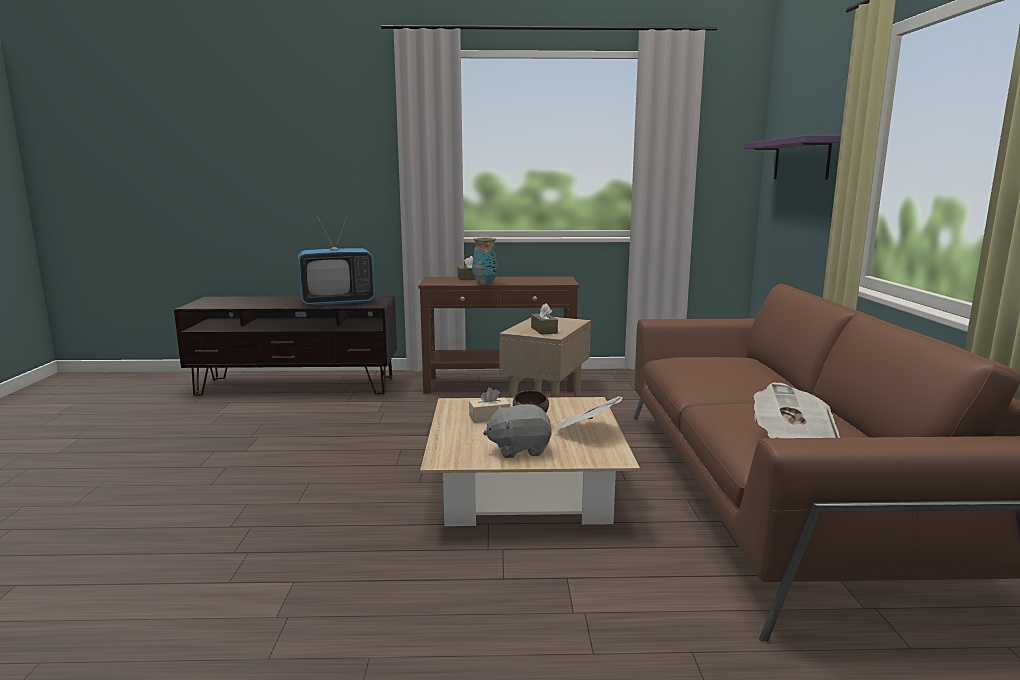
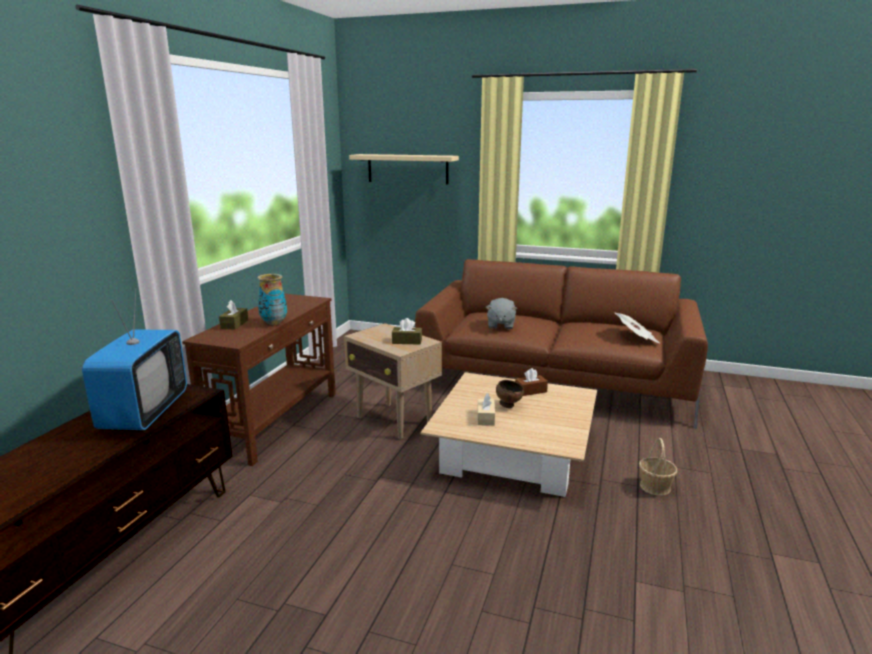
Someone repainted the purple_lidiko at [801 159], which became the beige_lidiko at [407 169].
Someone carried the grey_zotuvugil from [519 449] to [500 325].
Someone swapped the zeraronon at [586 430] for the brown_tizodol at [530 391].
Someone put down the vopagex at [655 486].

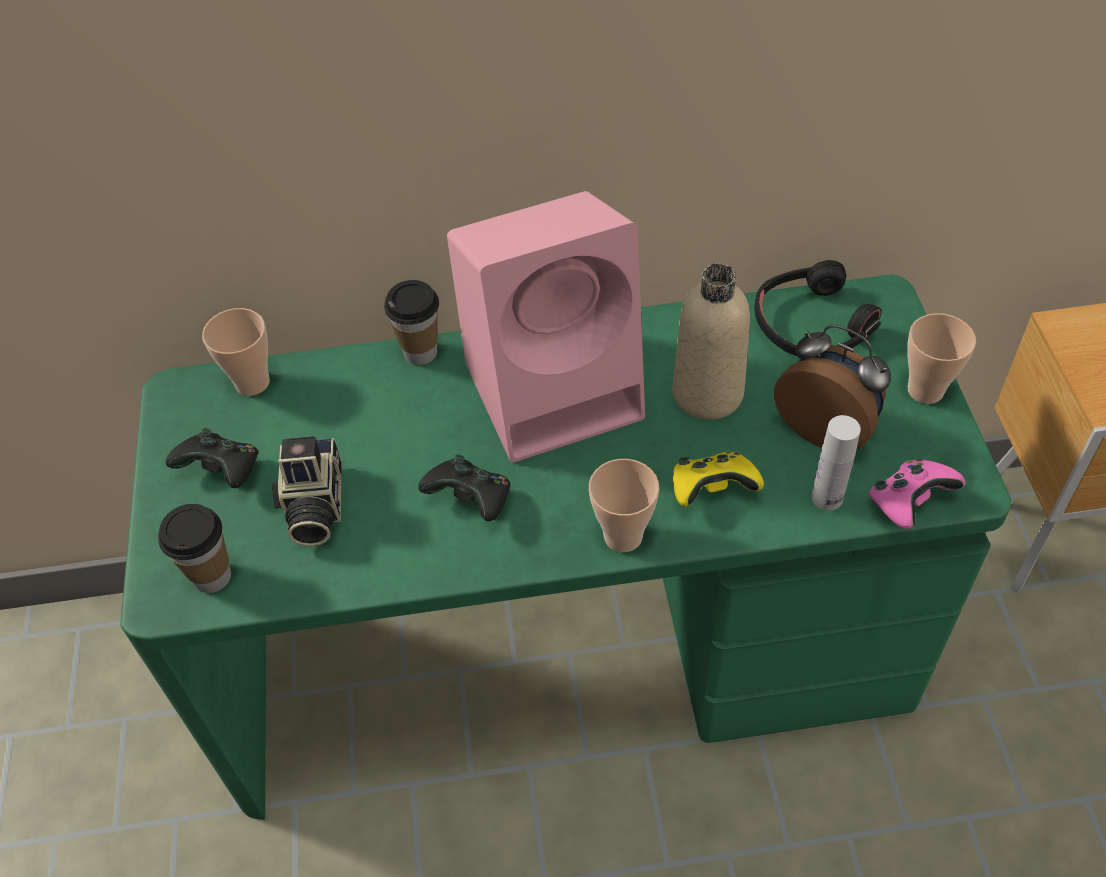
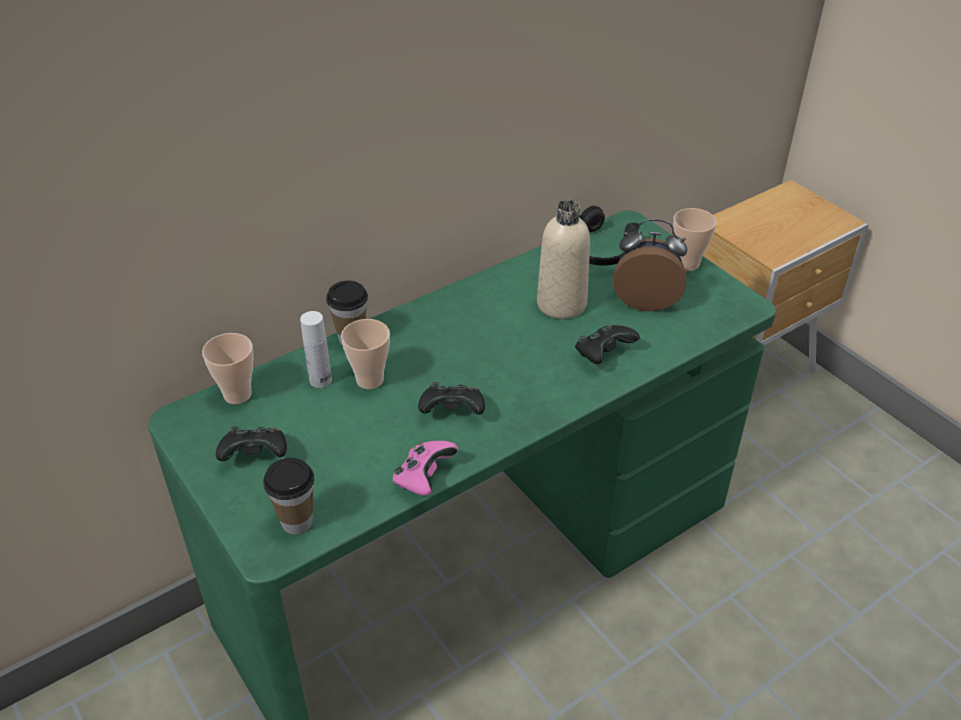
Someone carried the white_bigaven from [827 497] to [320 380].
Someone carried the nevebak from [623 536] to [370 380].
Someone carried the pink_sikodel from [908 503] to [424 478].
Someone repainted the yellow_sikodel at [712 490], which became the black_sikodel at [603 354].
Someone took away the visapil at [313 507].
Someone took away the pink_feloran at [557 388].

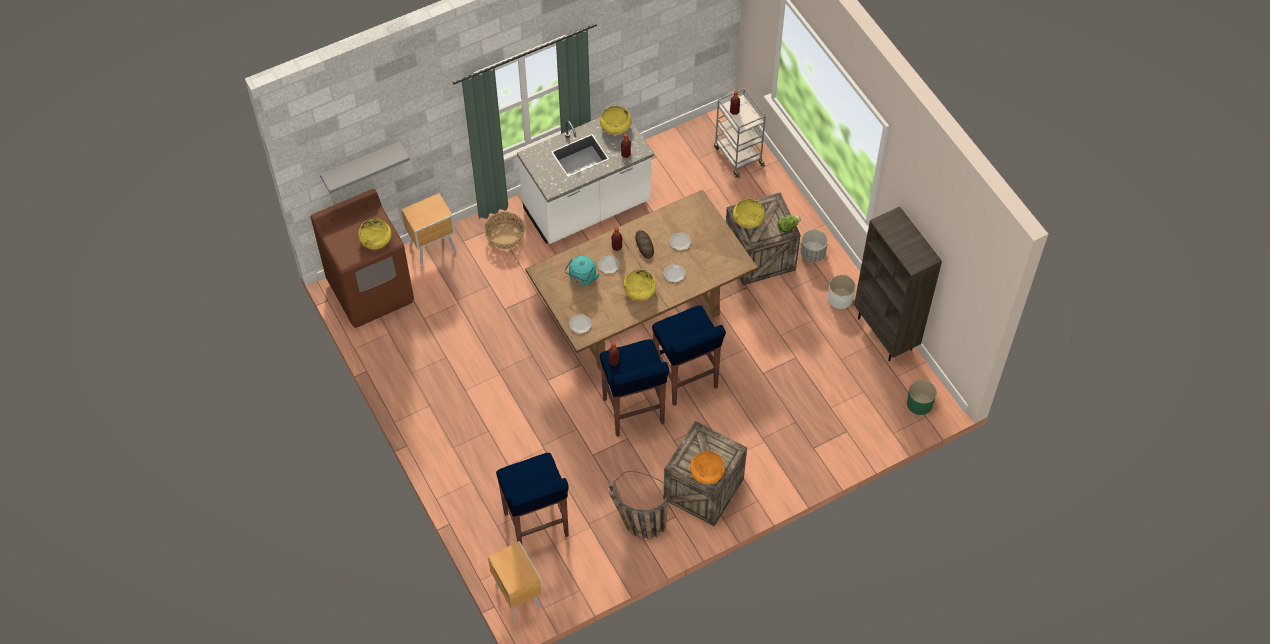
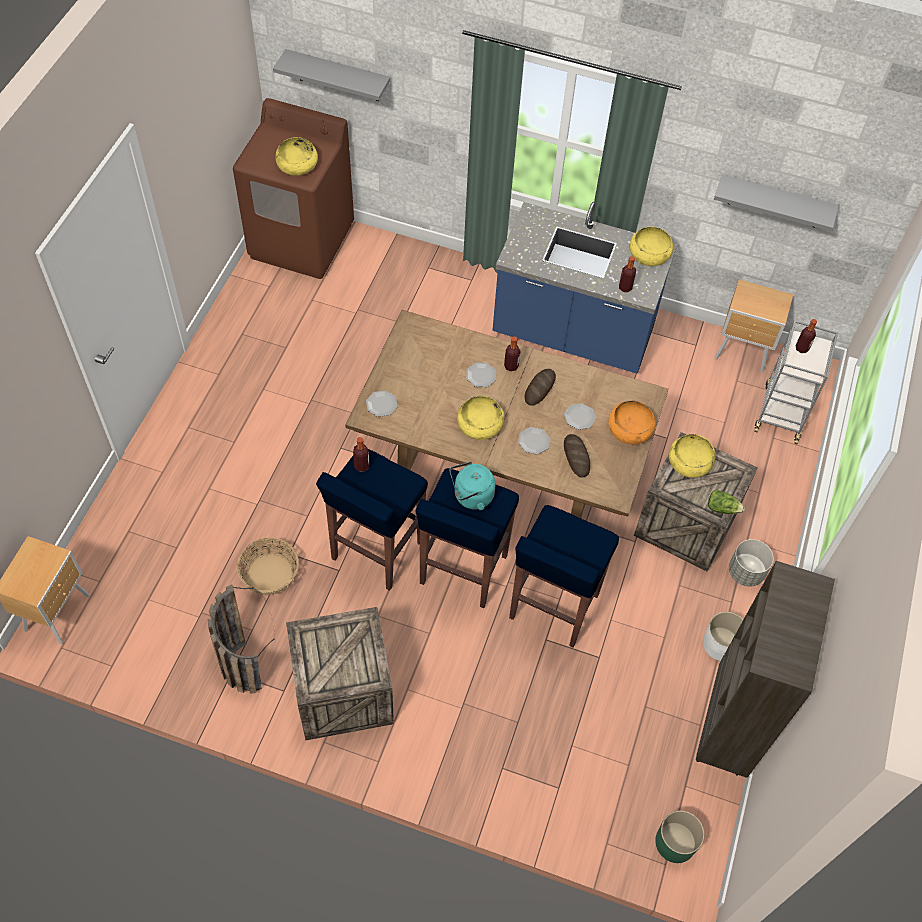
Someone carried the vopagex from [505 236] to [269 574].
Someone carried the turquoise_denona from [582 278] to [471 496].
Someone repainted the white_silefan at [587 208], which became the blue_silefan at [573 333].
Someone carried the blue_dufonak from [536 525] to [553 607].
Someone put down the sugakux at [576 457].
Someone carried the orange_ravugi from [707 471] to [630 429].
Someone put up the grey_lidiko at [775 202].
Someone carried the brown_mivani from [434 248] to [743 354].

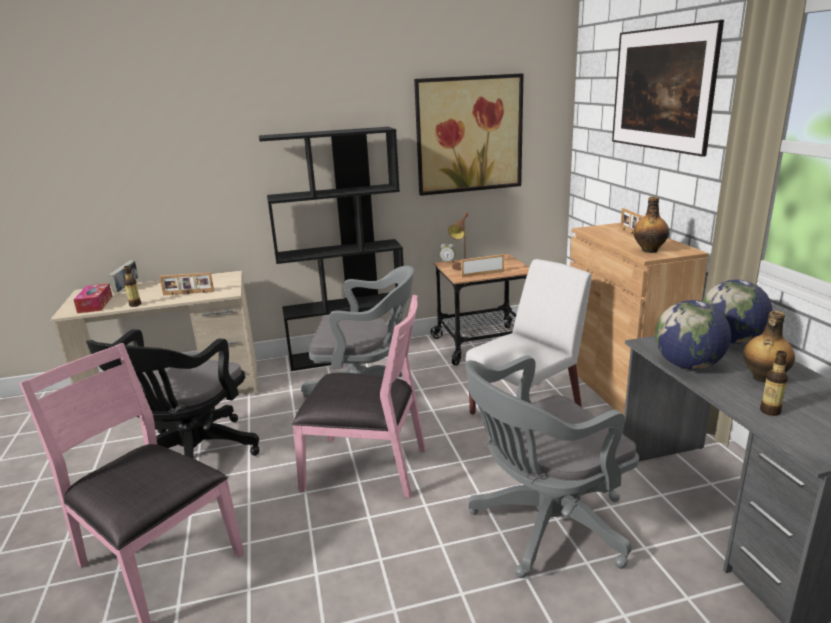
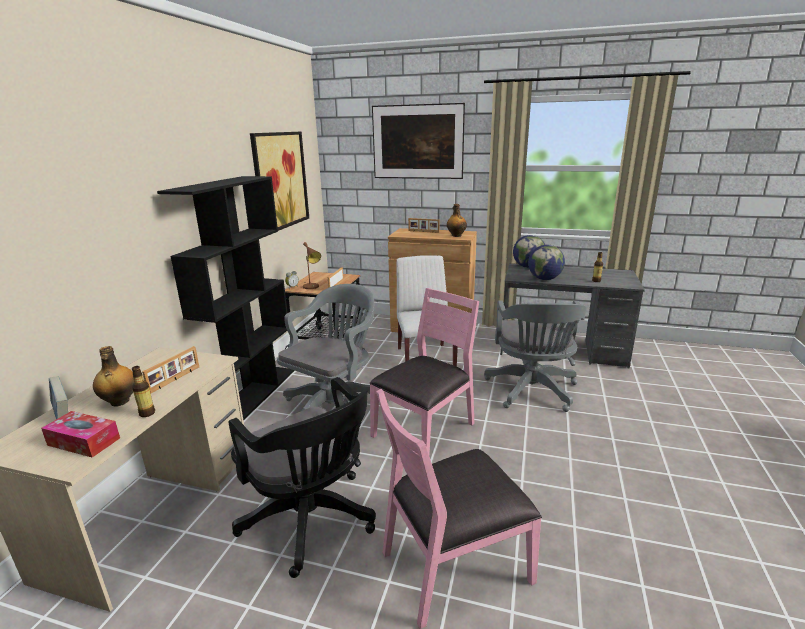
Someone carried the bigaven from [763 378] to [119 402].

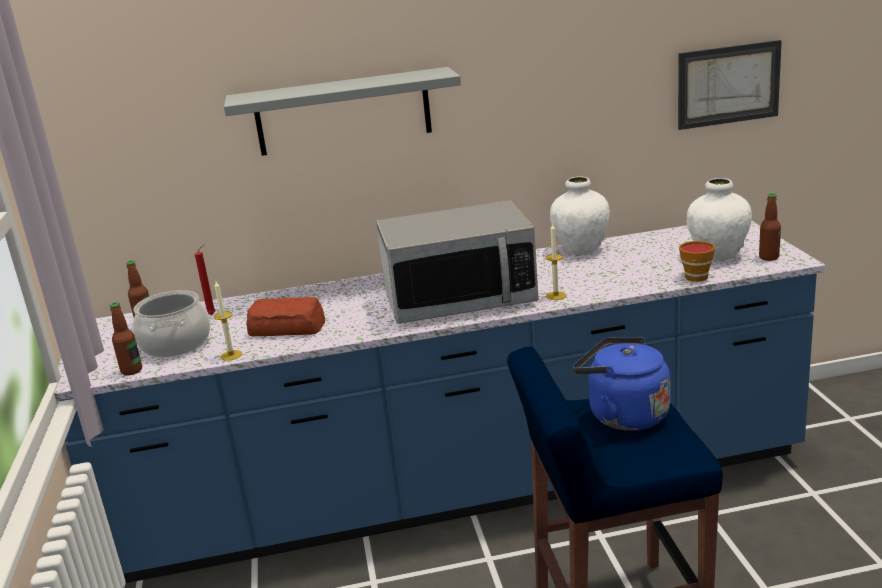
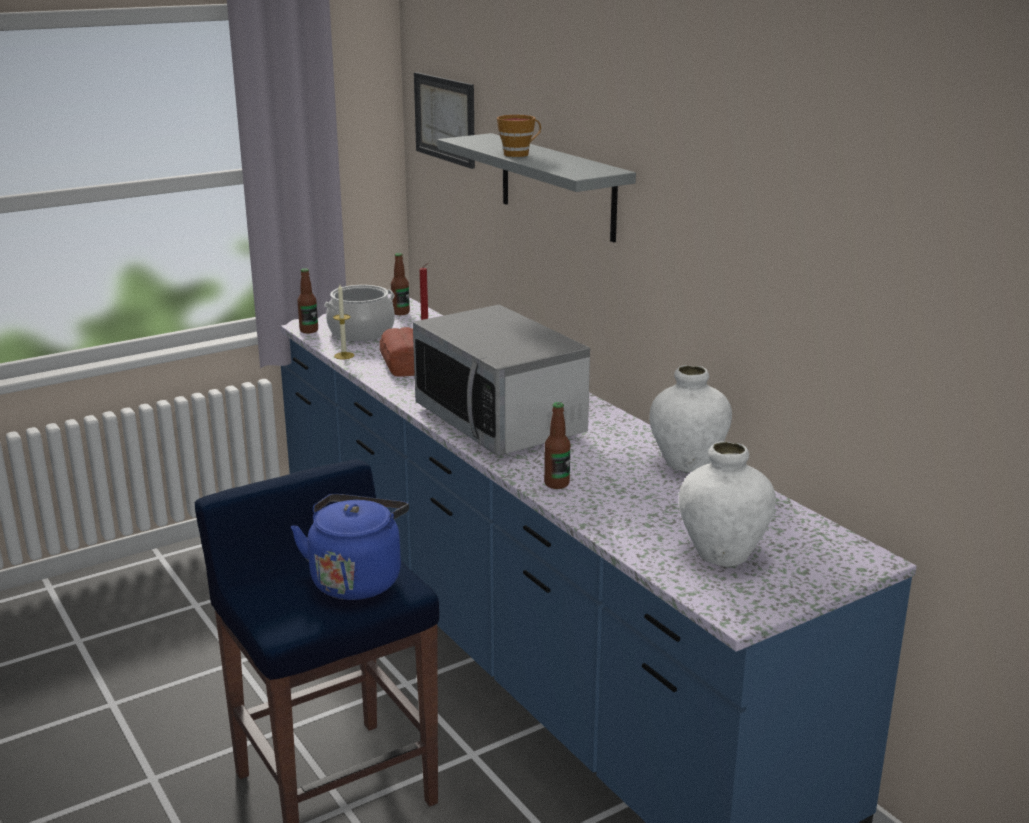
Someone carried the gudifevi from [728 84] to [445 119].
Someone carried the nevebak from [695 276] to [519 154].
Someone carried the bigaven from [769 257] to [556 484].
Someone took away the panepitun at [556 296].

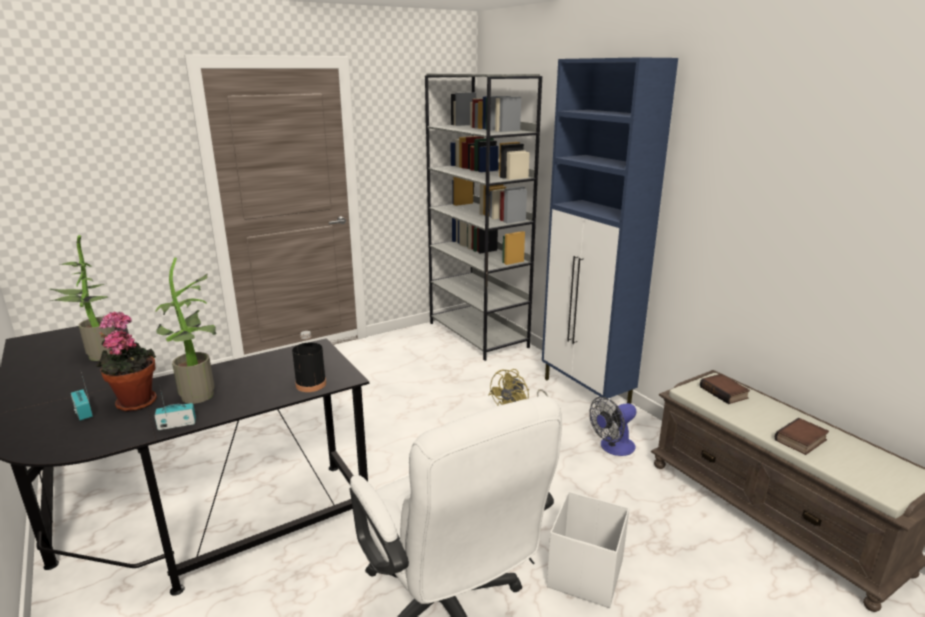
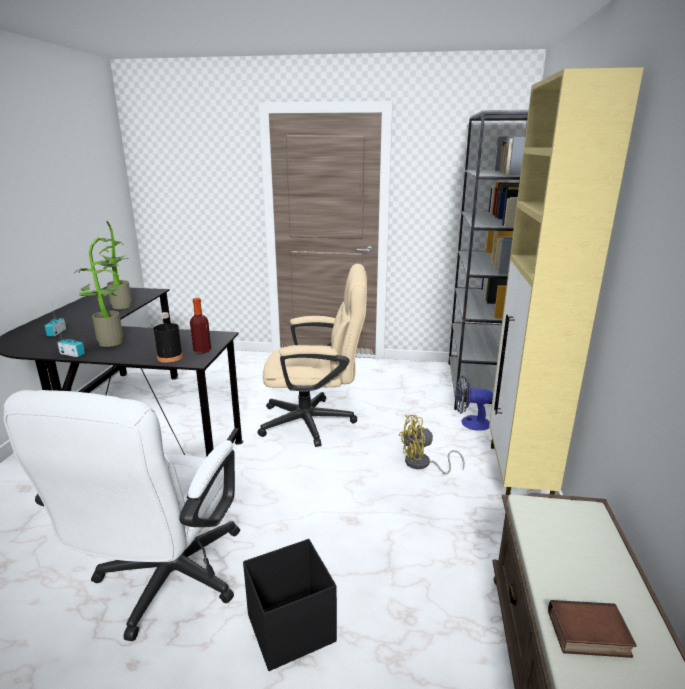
Someone put down the bigaven at [202 350].
Someone repainted the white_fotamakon at [584 575], which became the black_fotamakon at [289 629].
Someone put down the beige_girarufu at [316 422].
Someone carried the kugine from [613 448] to [470 423].
Someone repainted the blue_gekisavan at [586 393], which became the beige_gekisavan at [518 476].
Someone took away the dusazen at [134 401].
Someone took away the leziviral at [725 392].

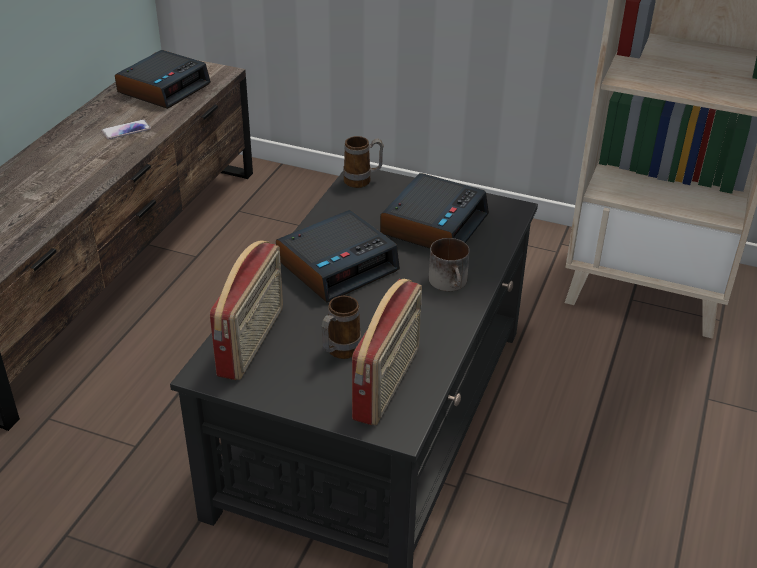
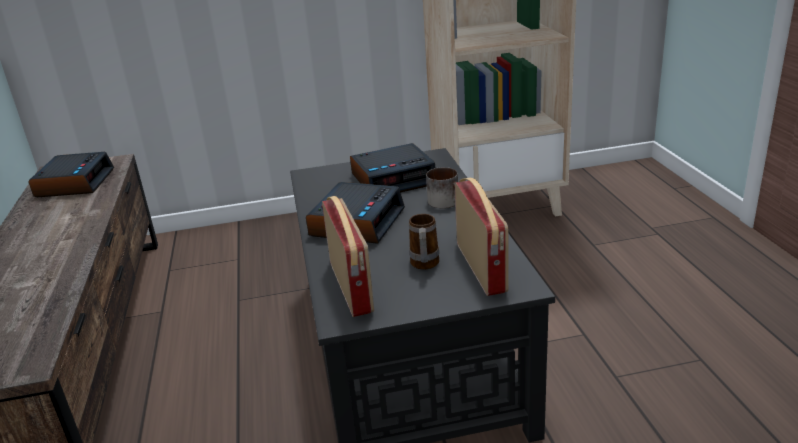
Someone rotated the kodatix at [434 224] by 75 degrees clockwise.
Someone took away the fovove at [126 130].
Someone took away the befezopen at [363 181].

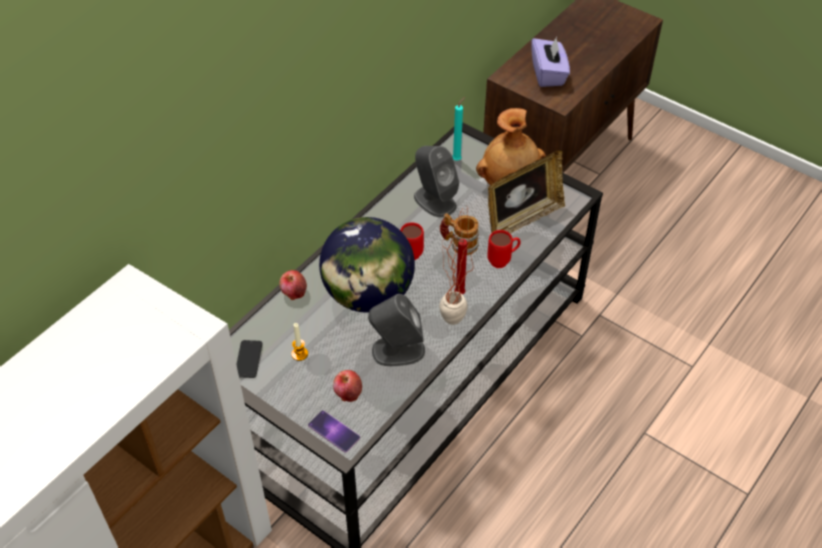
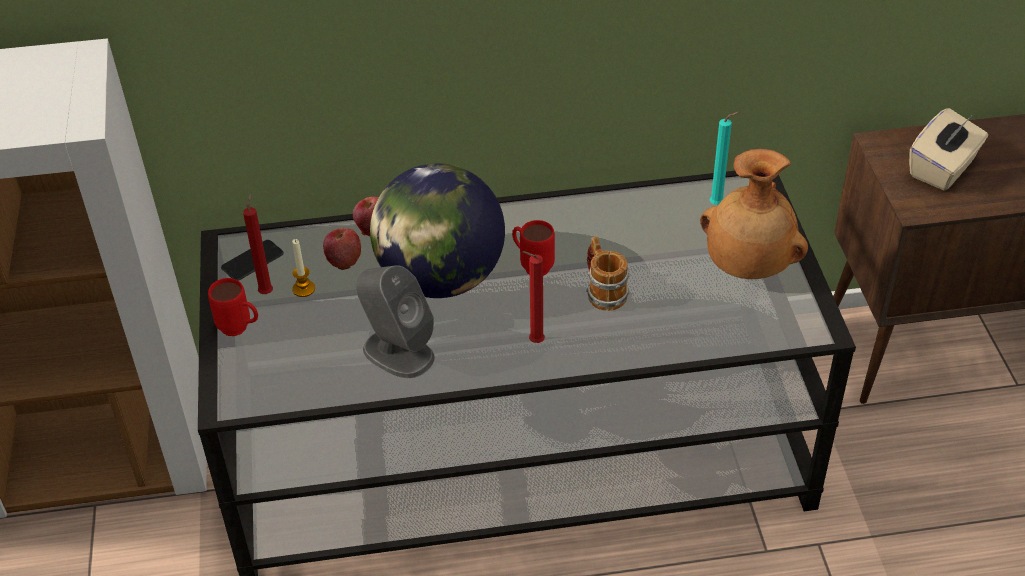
Someone carried the red_befezopen from [503 261] to [240 330].
Someone put down the red_panepitun at [267 291].
Someone carried the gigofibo from [348 393] to [343 259].
Someone repainted the purple_tizodol at [548 74], which became the beige_tizodol at [943 169].
Someone took away the fovove at [333 431].
Someone took away the grey_feloran at [434 200].
Someone took away the dusazen at [452 327].
Someone took away the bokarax at [522 219].

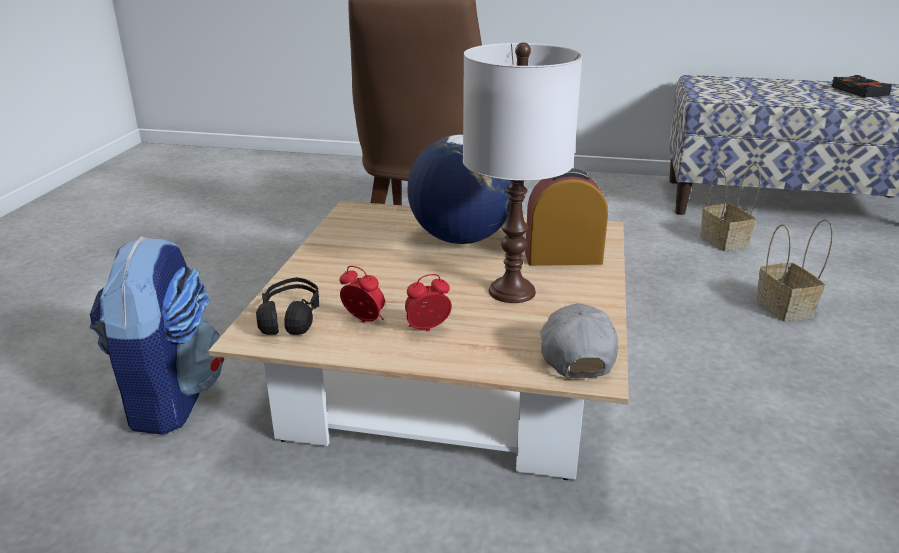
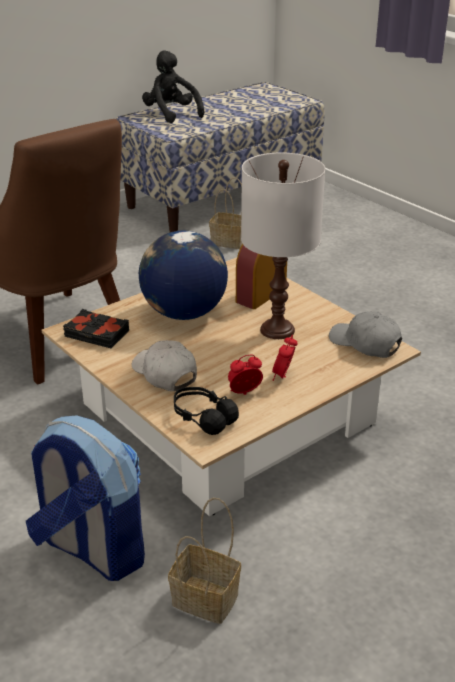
Someone carried the black_leziviral from [858 91] to [96 334].
Someone put down the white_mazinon at [164 373].
Someone put down the black_zotuvugil at [171 114].
Someone carried the vopagex from [786 308] to [207 599].

